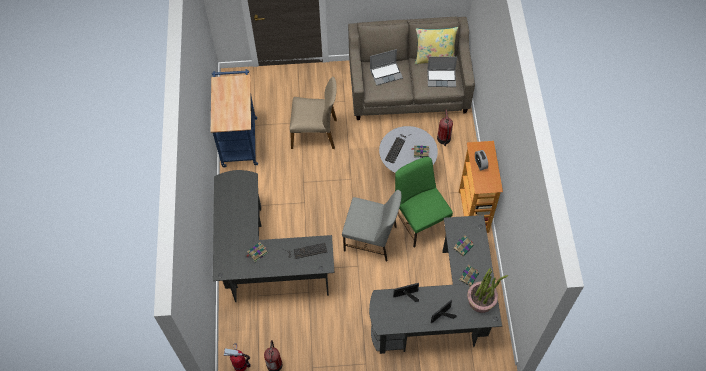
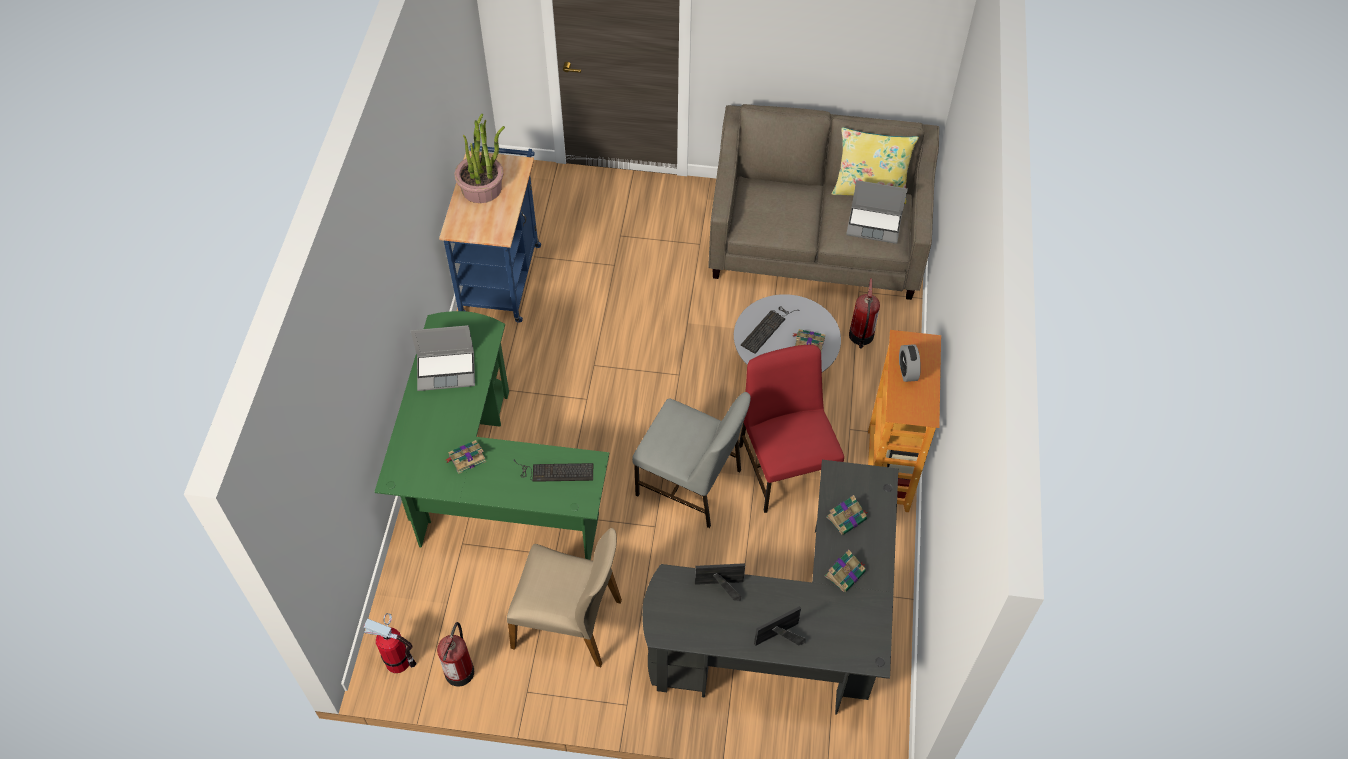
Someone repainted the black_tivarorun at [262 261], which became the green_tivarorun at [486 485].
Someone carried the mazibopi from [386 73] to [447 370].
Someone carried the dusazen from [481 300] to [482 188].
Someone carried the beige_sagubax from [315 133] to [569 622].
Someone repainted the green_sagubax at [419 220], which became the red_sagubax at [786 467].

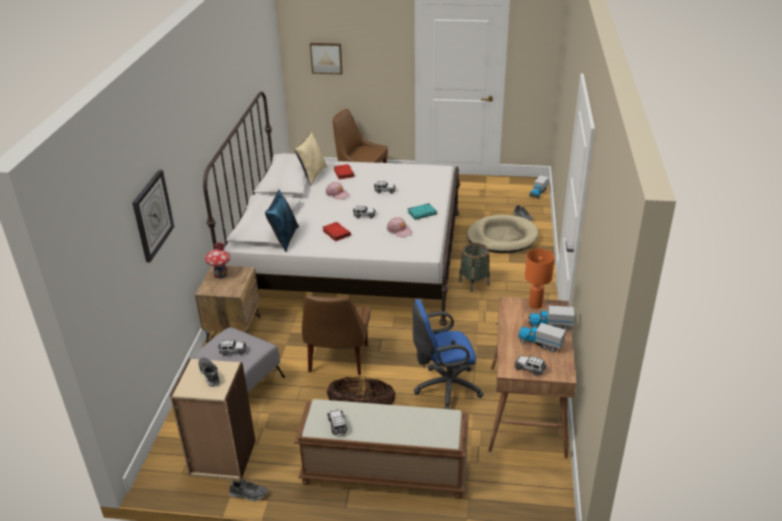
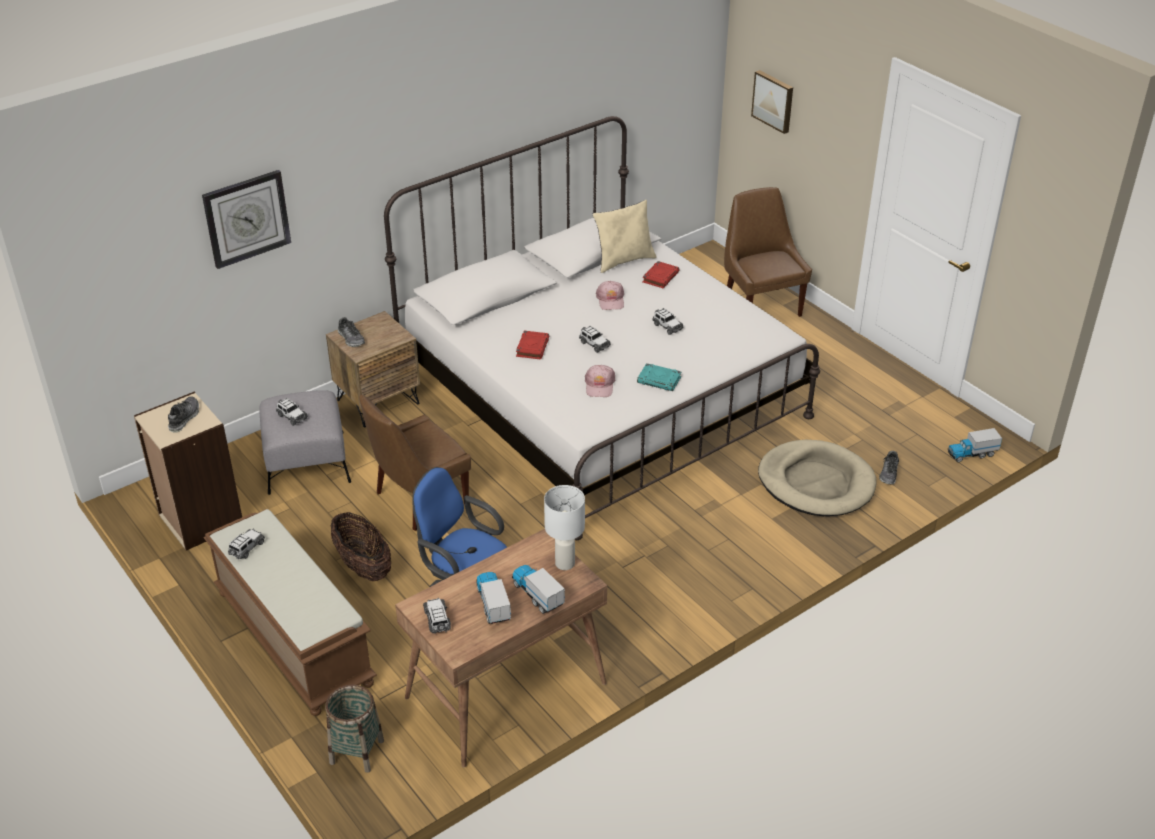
Someone carried the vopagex from [474 283] to [356 751].
Someone carried the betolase from [248 494] to [351 339].
Someone repainted the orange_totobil at [535 304], which became the white_totobil at [565 563].
Someone took away the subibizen at [220 275].
Someone took away the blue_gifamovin at [284 238].

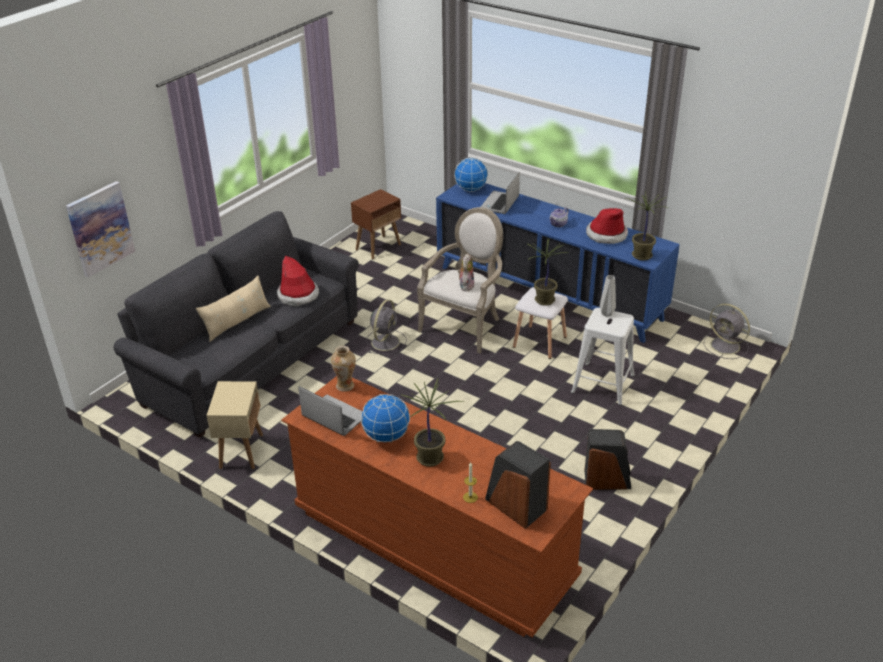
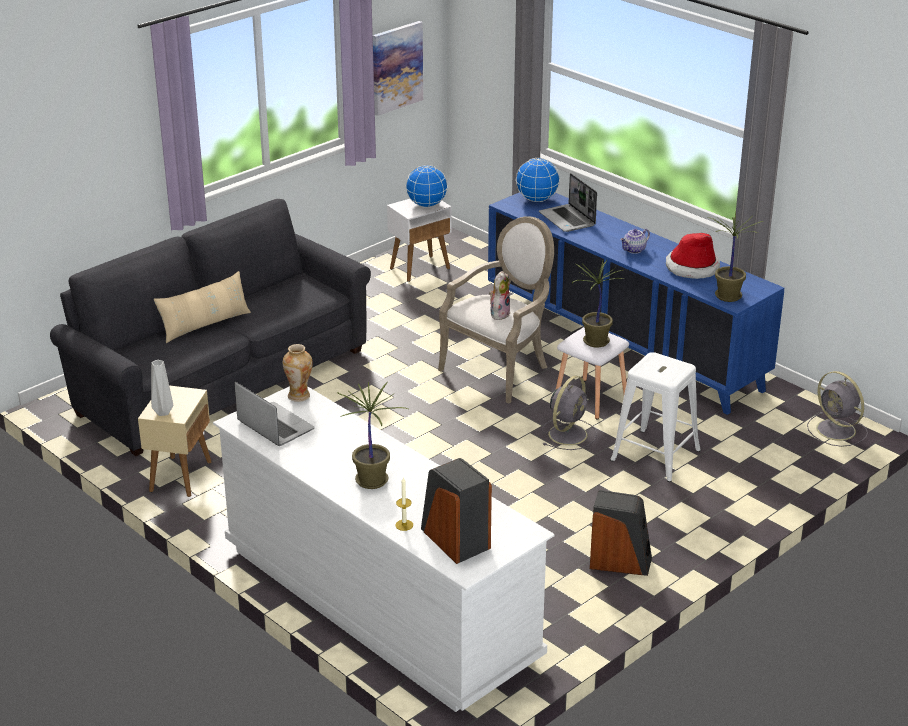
Someone carried the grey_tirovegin from [607 313] to [164 412].
Someone repainted the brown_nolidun at [433 544], which became the white_nolidun at [379 602].
Someone carried the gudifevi from [100 228] to [396 67].
Someone repainted the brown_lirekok at [378 247], which became the white_lirekok at [420 268].
Someone carried the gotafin from [386 436] to [426 205].
Someone rotated the mazibopi at [500 204] by 60 degrees counterclockwise.
Someone carried the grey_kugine from [386 341] to [568 433].
Someone took away the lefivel at [298 295].

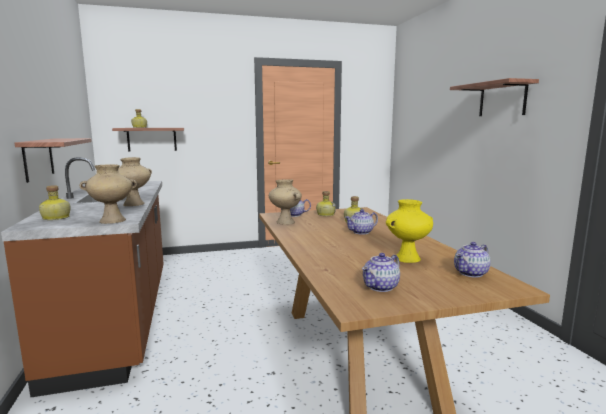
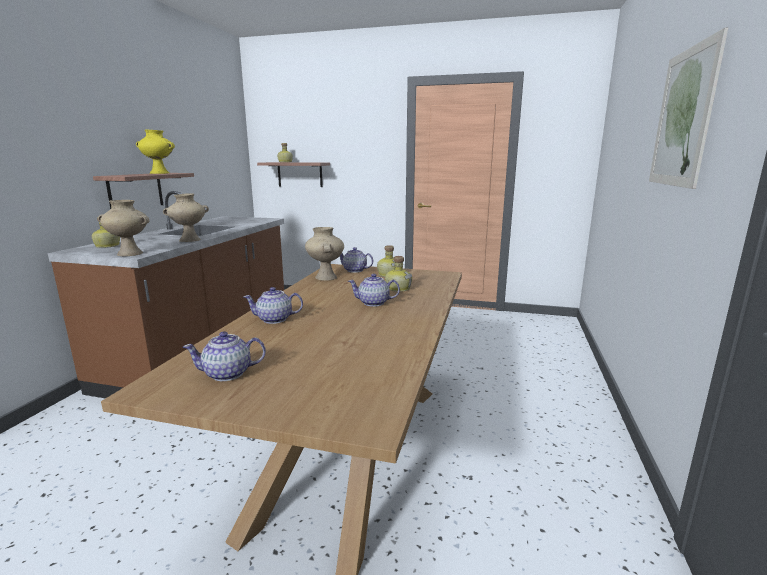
Someone carried the yellow_tirovegin from [407 258] to [160 173].
Someone carried the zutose from [471 273] to [275 319].
Someone swapped the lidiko at [502 99] for the gudifevi at [683 118].

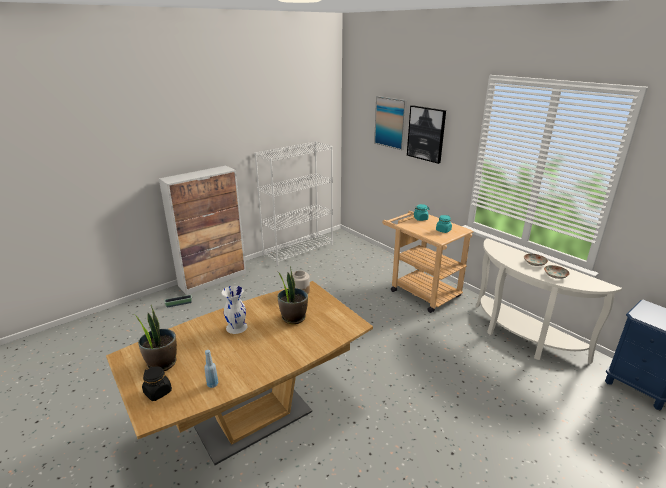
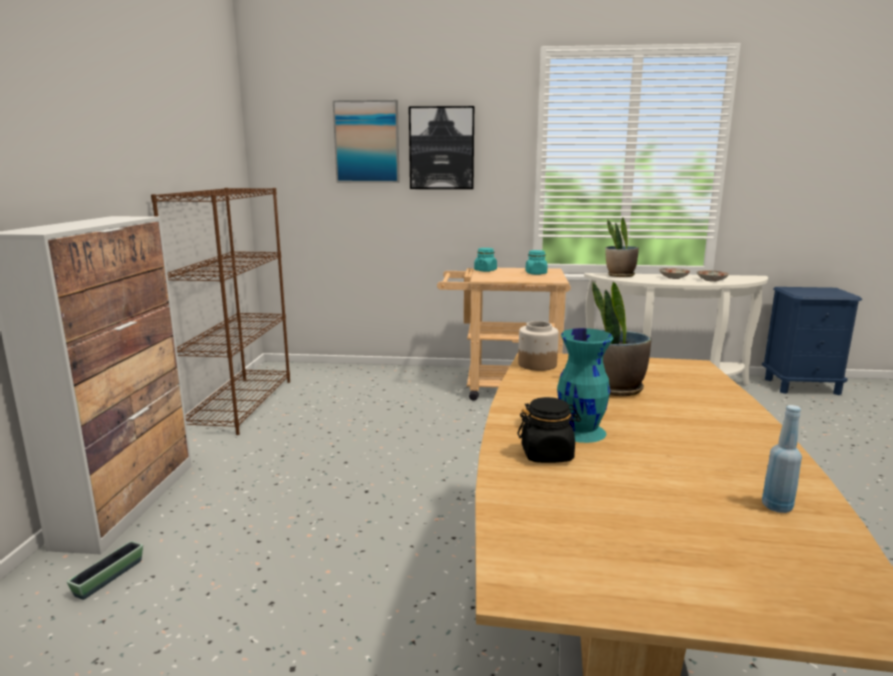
Someone repainted the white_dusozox at [298 250], which became the brown_dusozox at [241 404].
Someone carried the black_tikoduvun from [158 392] to [547 454].
Someone repainted the white_tirovegin at [237 327], which became the turquoise_tirovegin at [581 431].
Someone carried the dusazen from [162 363] to [620 275].

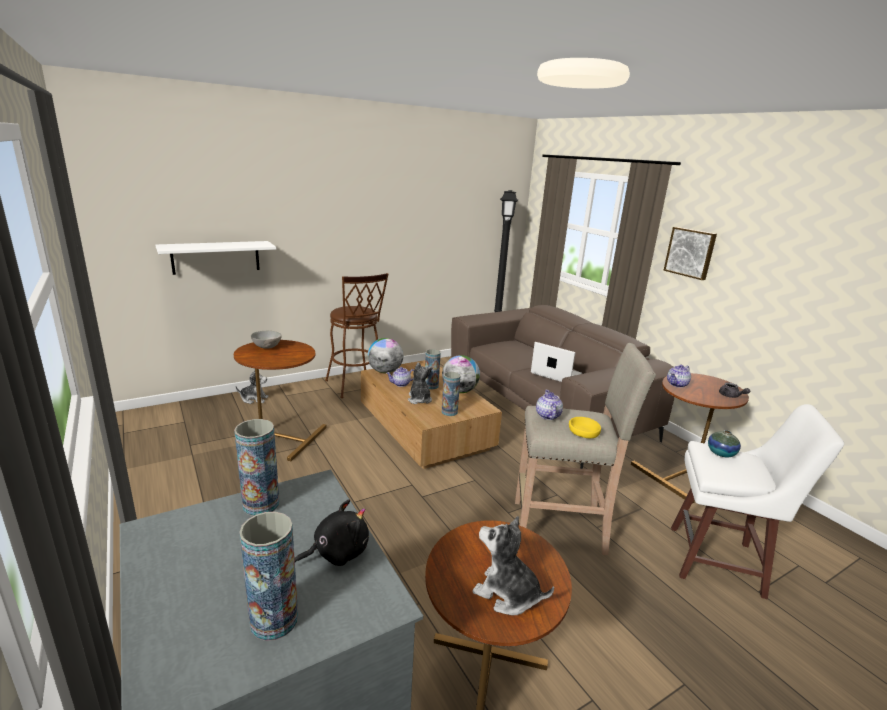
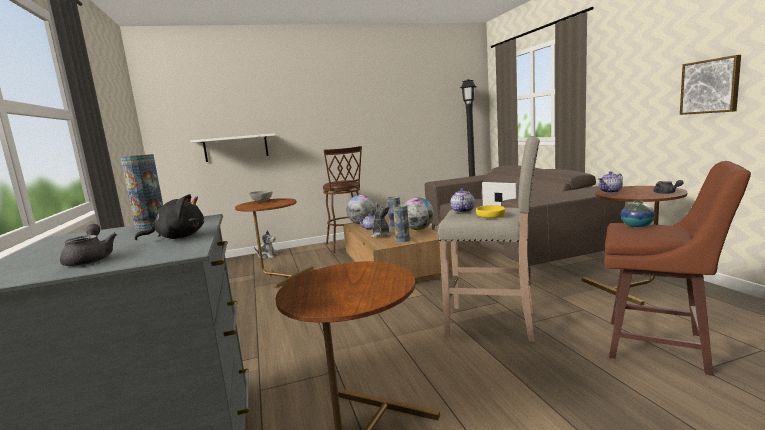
Someone swapped the tirovegin at [274 620] for the grey_zutose at [91 260].
Someone repainted the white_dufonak at [719 562], which became the brown_dufonak at [660 347].
Someone carried the gudifevi from [690 252] to [710 86].
Someone took away the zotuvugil at [507 594].

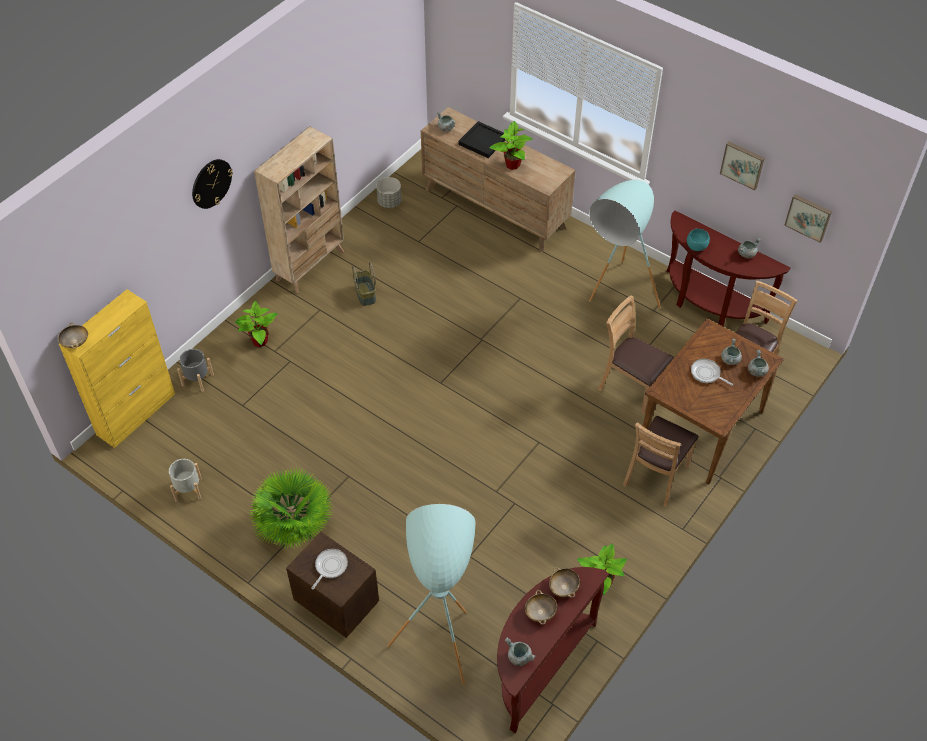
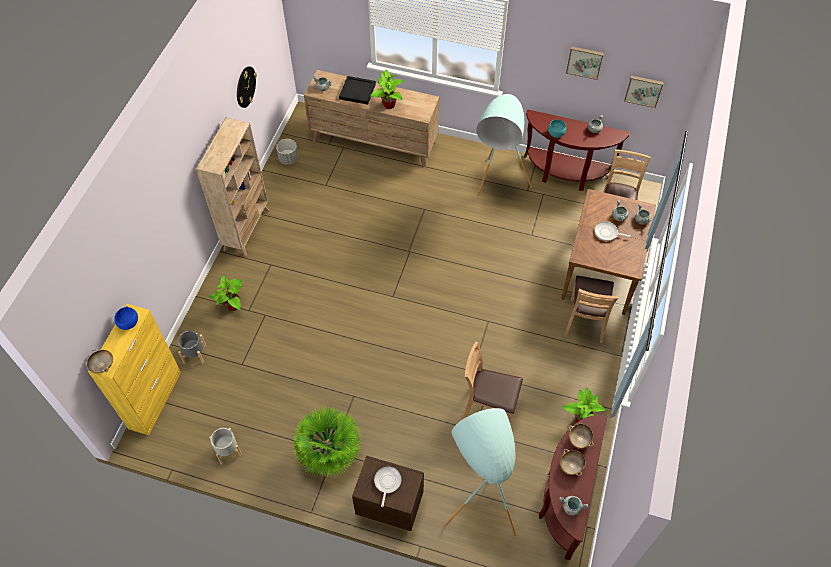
Someone put down the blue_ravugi at [129 323].
Someone carried the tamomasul from [211 183] to [245 87].
Someone carried the brown_sagubax from [631 387] to [488 407].
Someone took away the vopagex at [365 294].

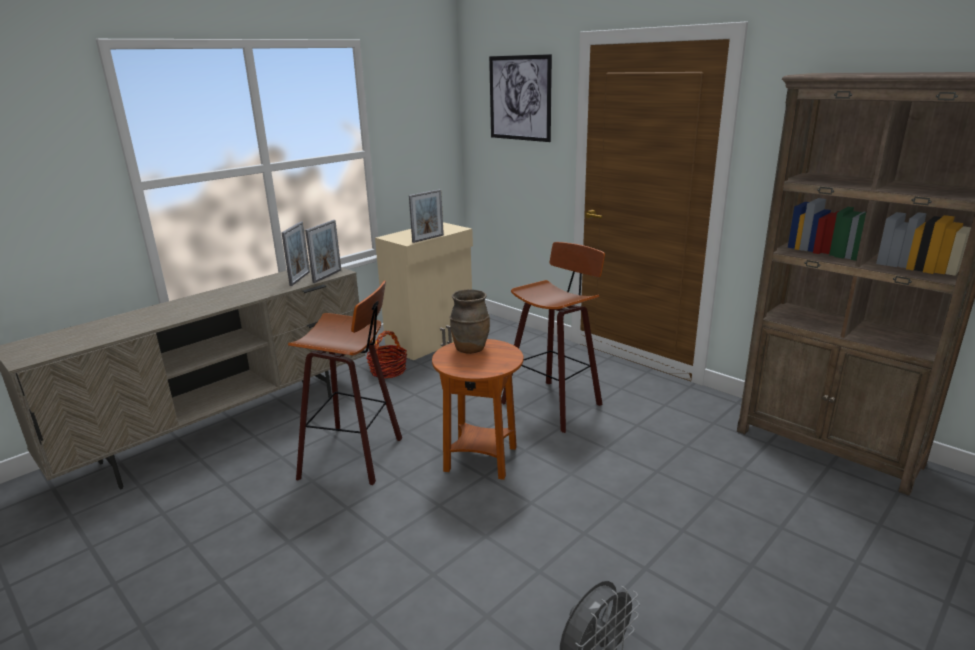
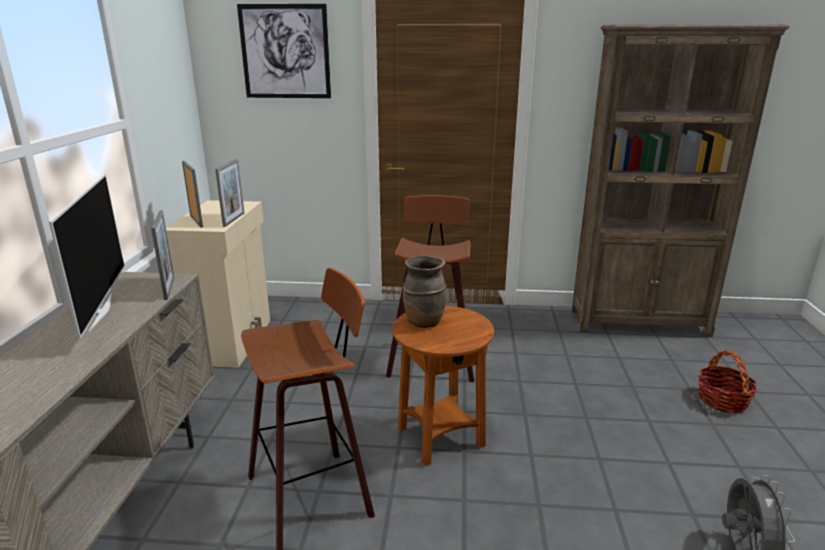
Someone put down the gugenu at [99 312].
Someone carried the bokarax from [300 278] to [196 221].
Someone carried the vopagex from [388 371] to [722 400].

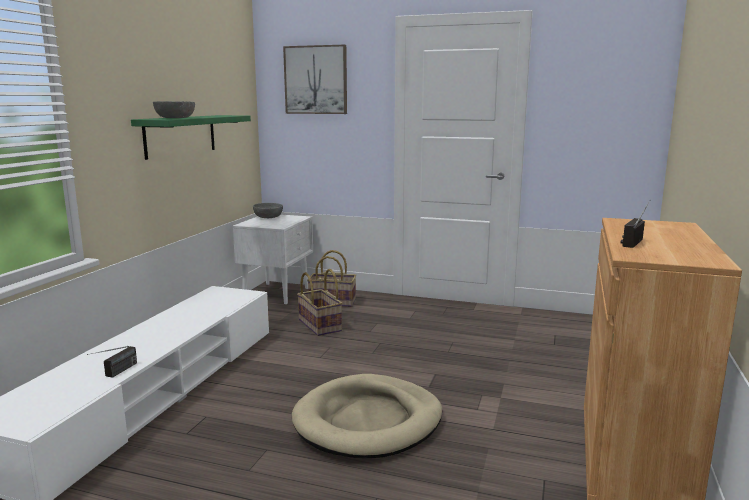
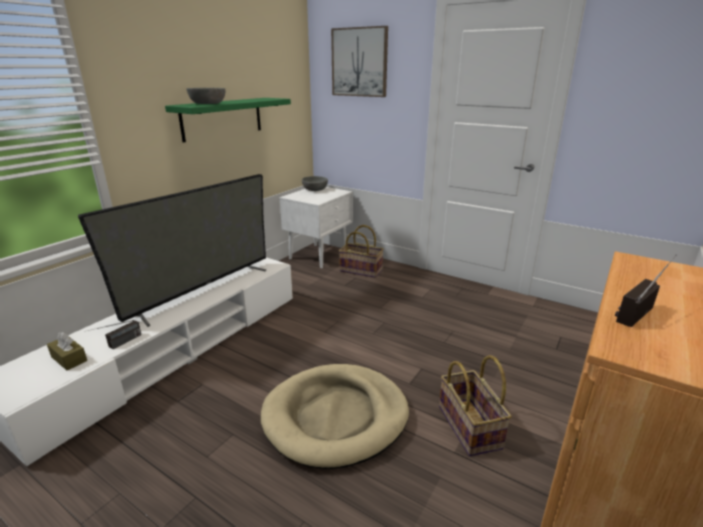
Someone put down the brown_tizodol at [69 359].
Someone put down the gugenu at [202 291].
Someone carried the vopagex from [320 325] to [470 426].

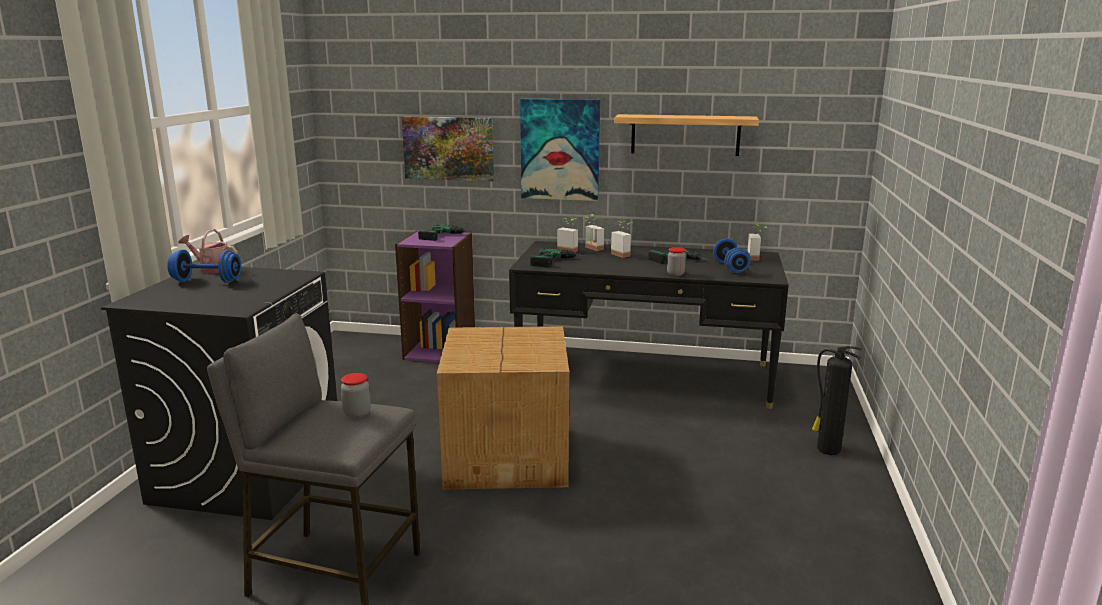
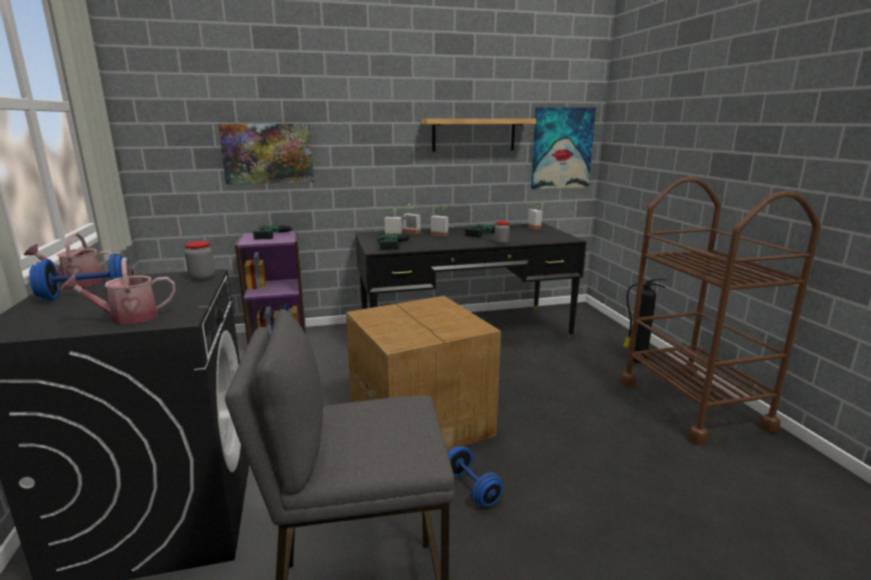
Someone put down the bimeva at [127 318].
Someone carried the tikoduvun from [357 413] to [202 278].
Someone carried the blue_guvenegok from [730 267] to [471 488].
Someone carried the gudifevi from [560 149] to [561 148].
Someone put down the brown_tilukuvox at [692 405].

